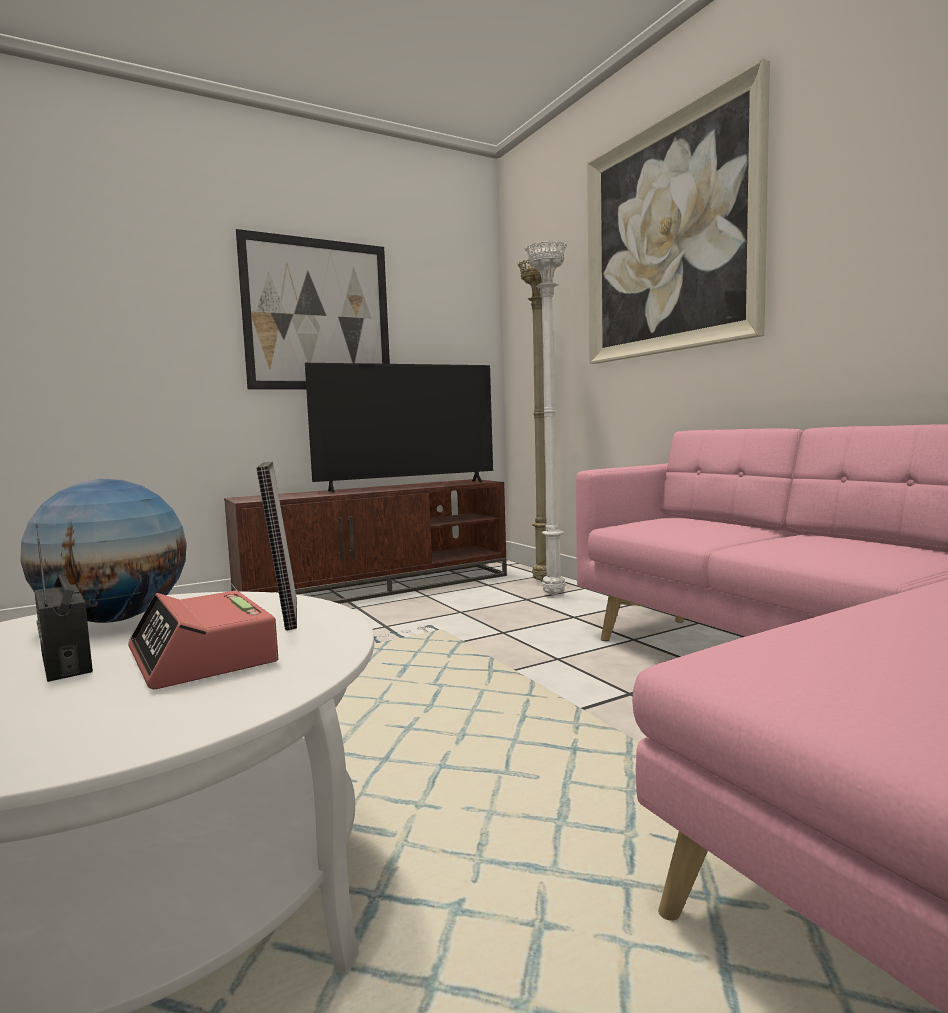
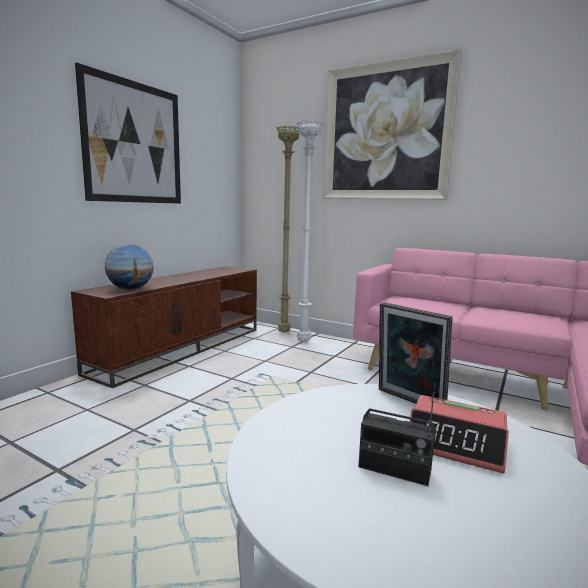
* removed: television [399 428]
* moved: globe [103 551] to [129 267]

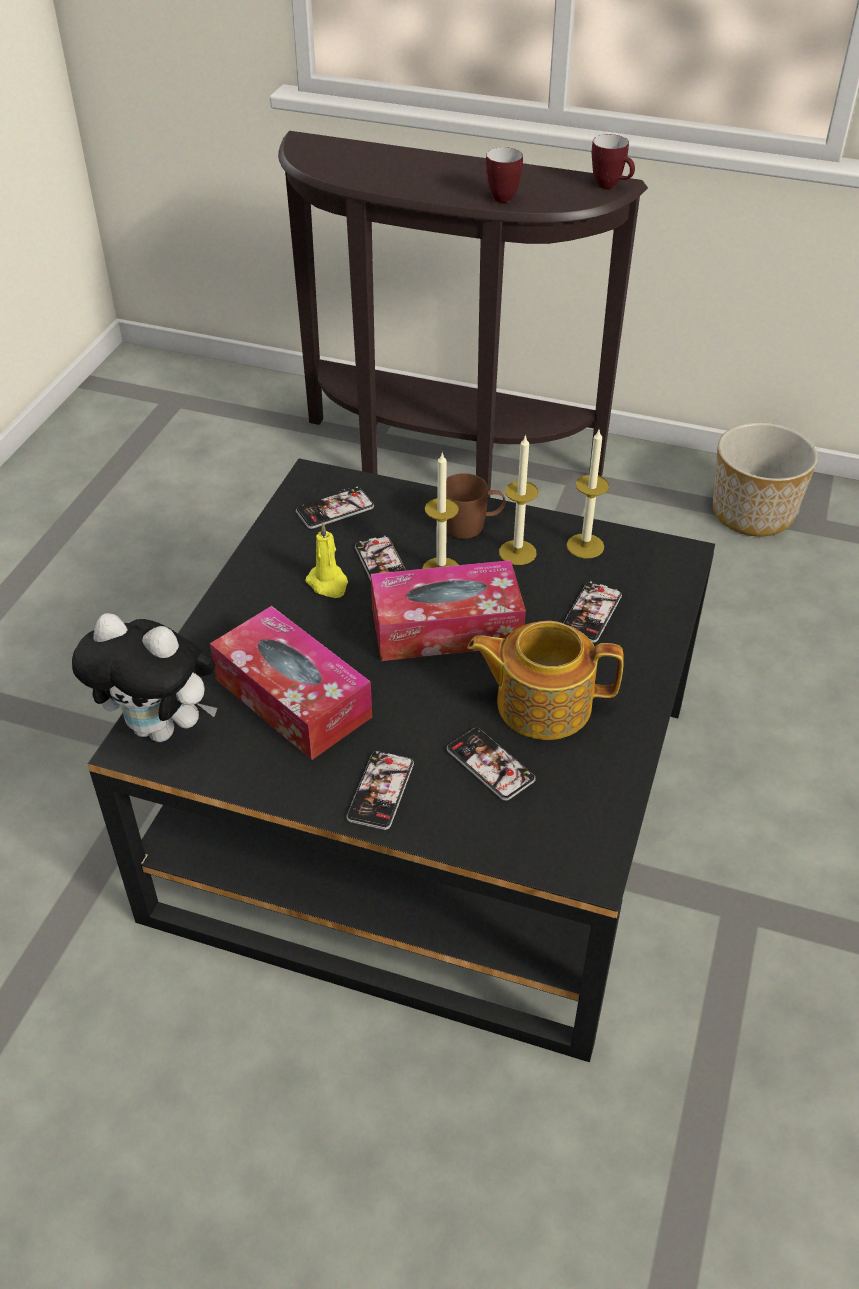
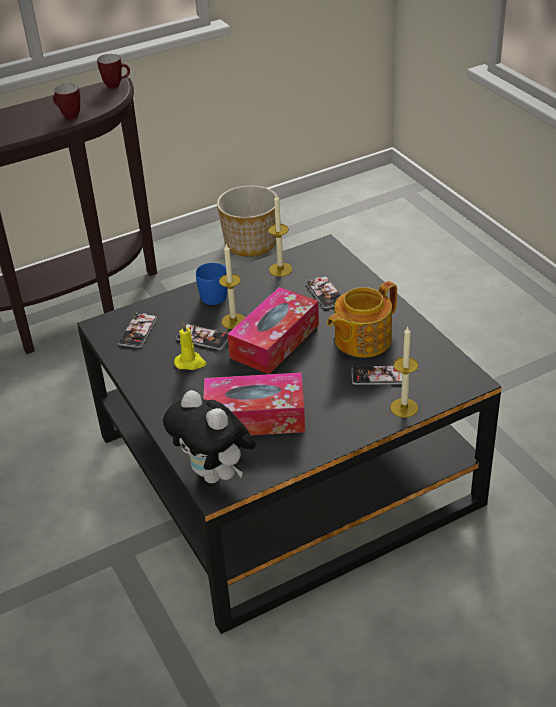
* removed: phone [380 790]
* moved: candle [519 499] to [404 372]
* recoloured: brown mug [476 506] to blue mug [211 284]
* turned: plush toy [144 677] = [209 436] 75 degrees clockwise

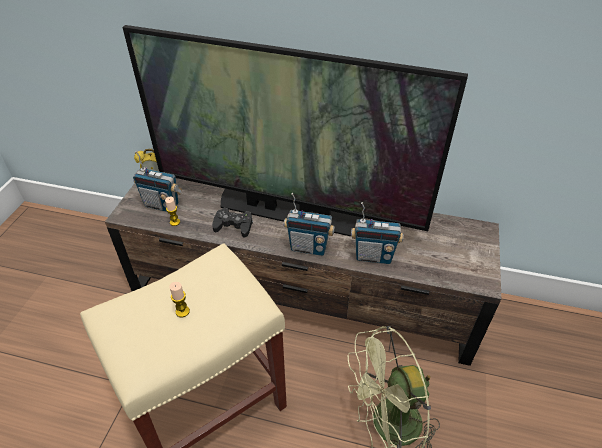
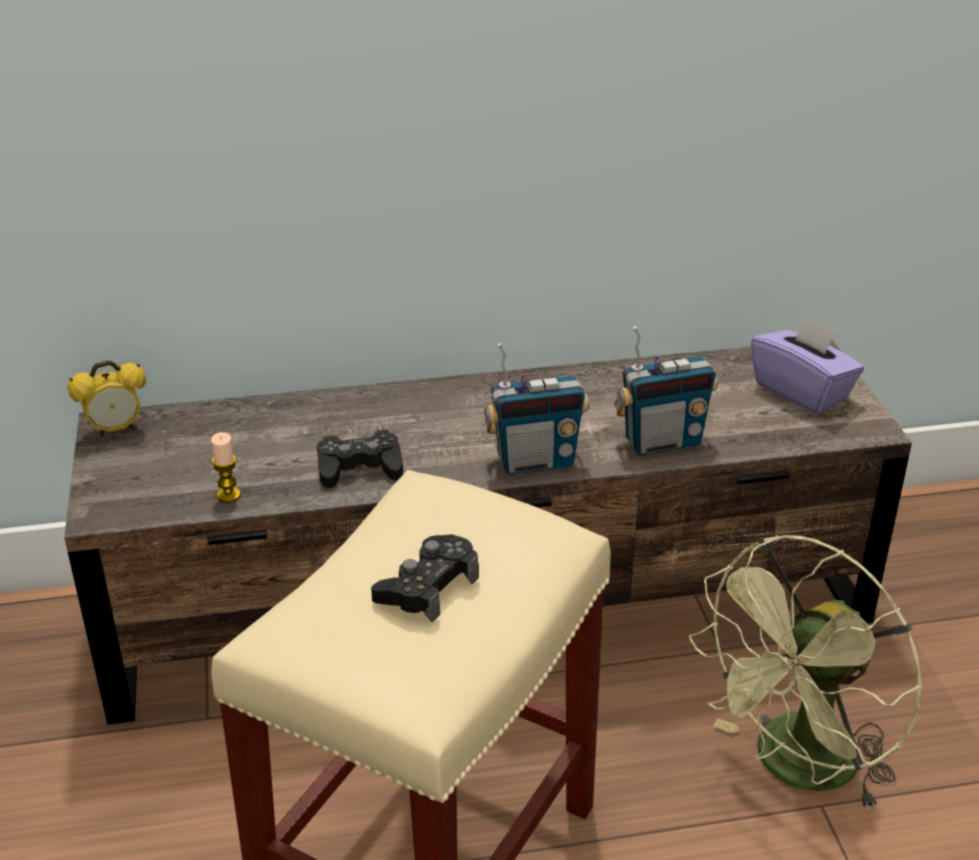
* removed: television [295 130]
* removed: radio [157 181]
* added: purple tissue box [807 364]
* replaced: candle [179 299] to black game controller [425 578]

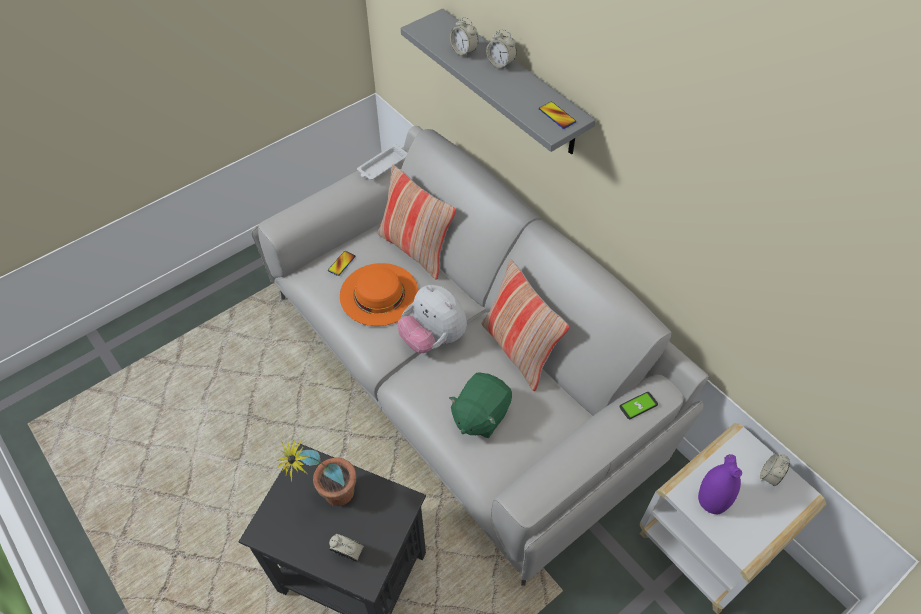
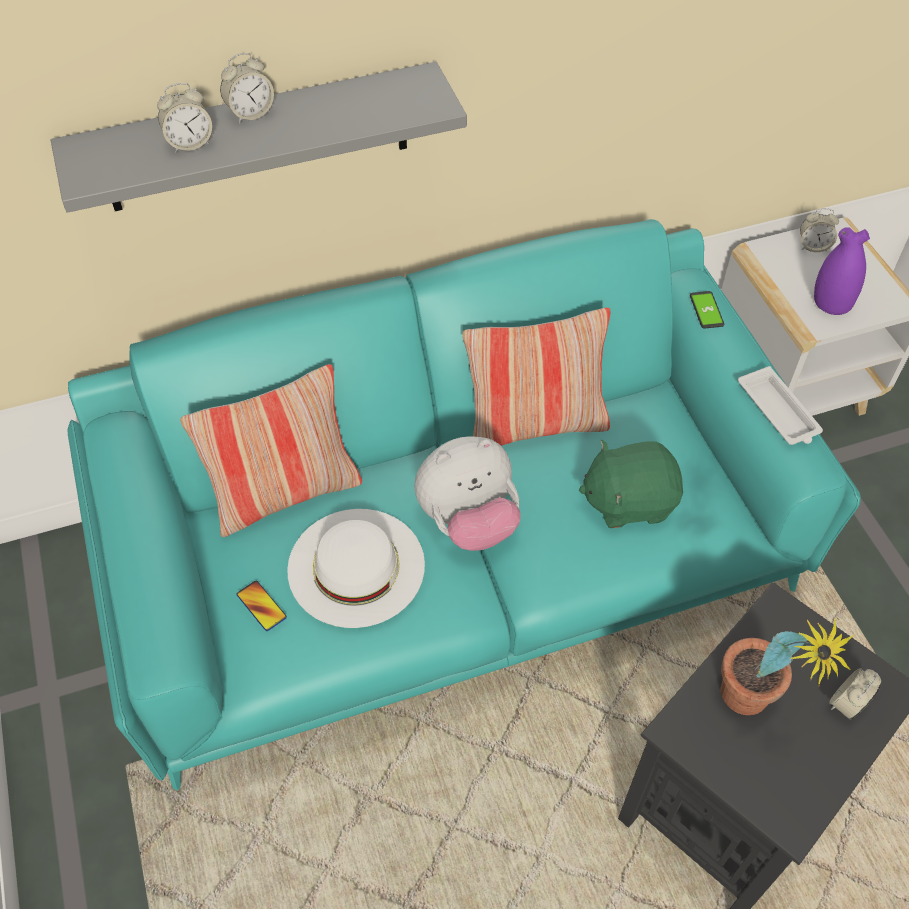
* removed: phone [557 115]
* moved: white tray [382 162] to [780 405]
* recoloured: grey sofa [480 356] to turquoise sofa [464 505]
* recoloured: orange hat [379 294] to white hat [356 568]
* turned: green plush toy [480 405] = [631 484] 120 degrees clockwise
* turned: alarm clock [775 470] = [819 230] 45 degrees counterclockwise

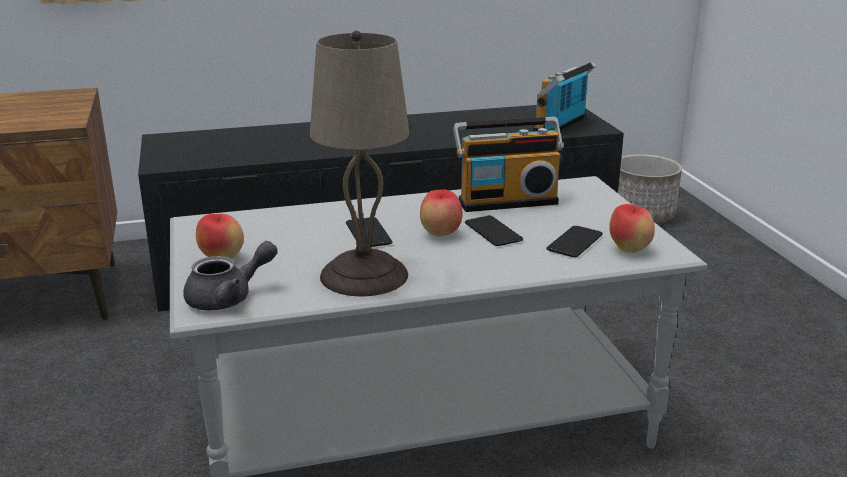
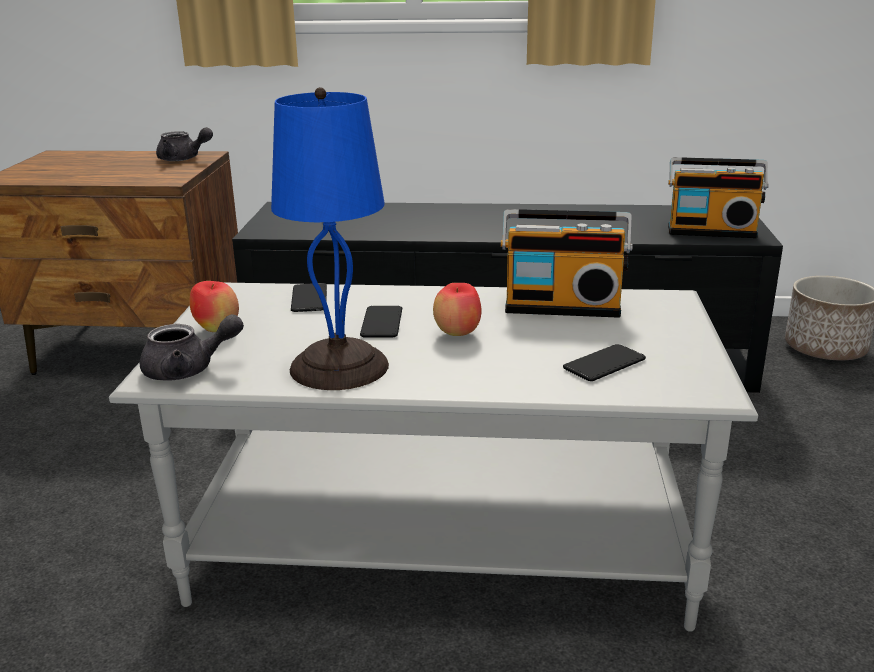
* removed: apple [632 228]
* added: grey teapot [184 144]
* moved: phone [494 231] to [309 297]
* recoloured: beige table lamp [359 163] to blue table lamp [330 238]
* turned: radio [565 96] = [718 197] 135 degrees counterclockwise

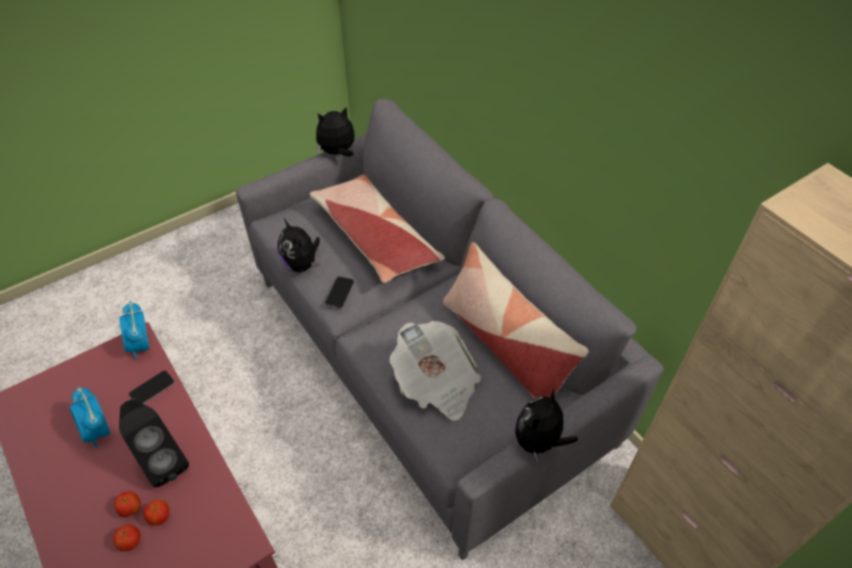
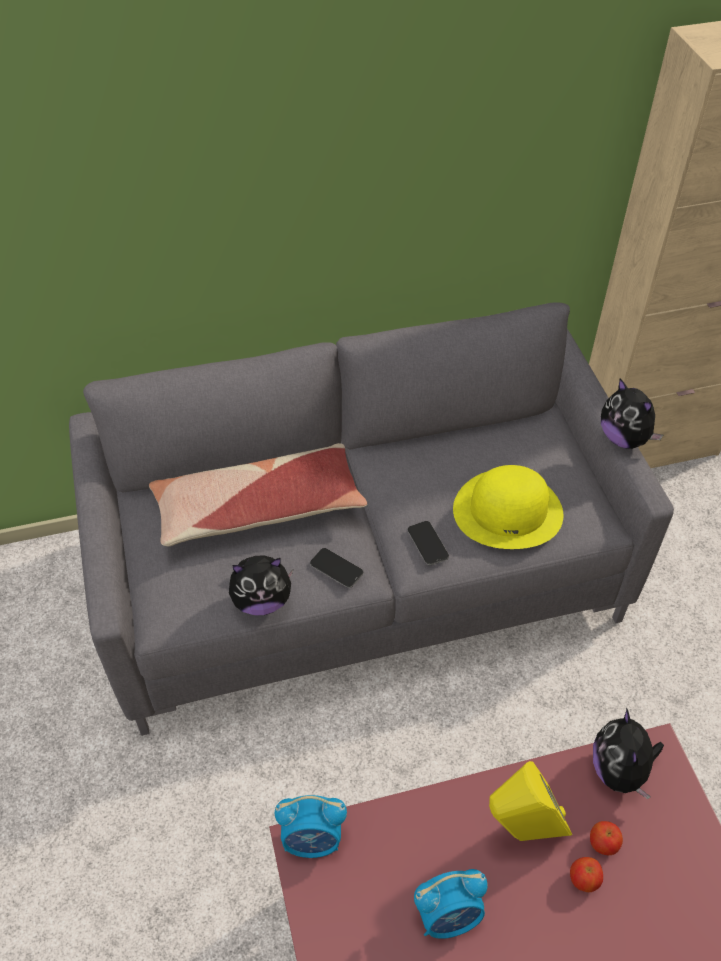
* removed: apple [126 538]
* removed: pillow [516 320]
* moved: phone [151 387] to [428 543]
* moved: plush toy [335 131] to [628 753]
* replaced: newspaper [435 371] to yellow hat [508 507]
* recoloured: black speaker [154 443] to yellow speaker [530 801]

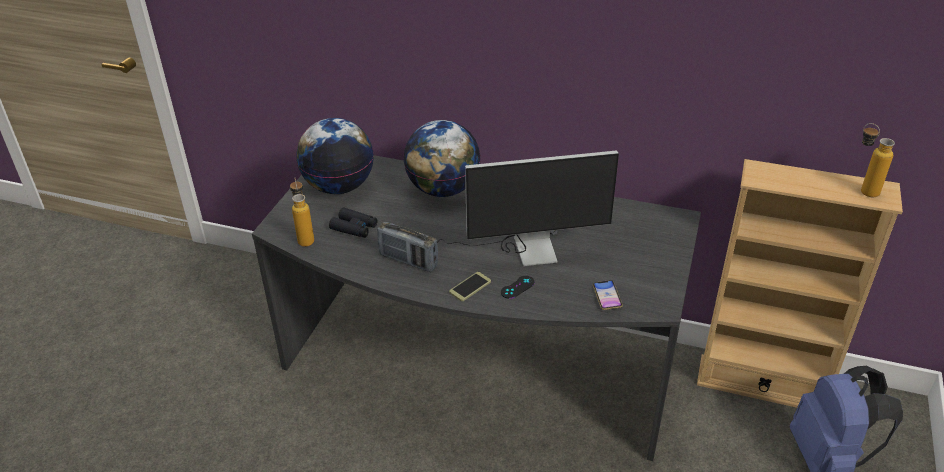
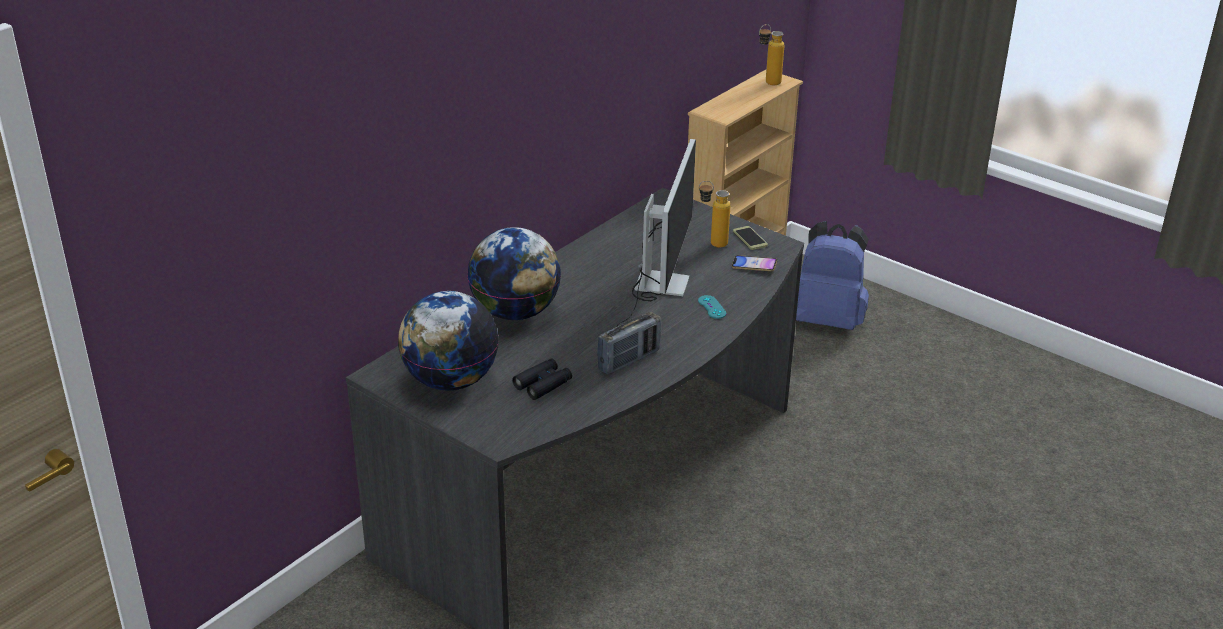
* moved: bottle [302 213] to [714 214]
* moved: phone [470 286] to [750 238]
* recoloured: black game controller [518 287] to turquoise game controller [712 307]

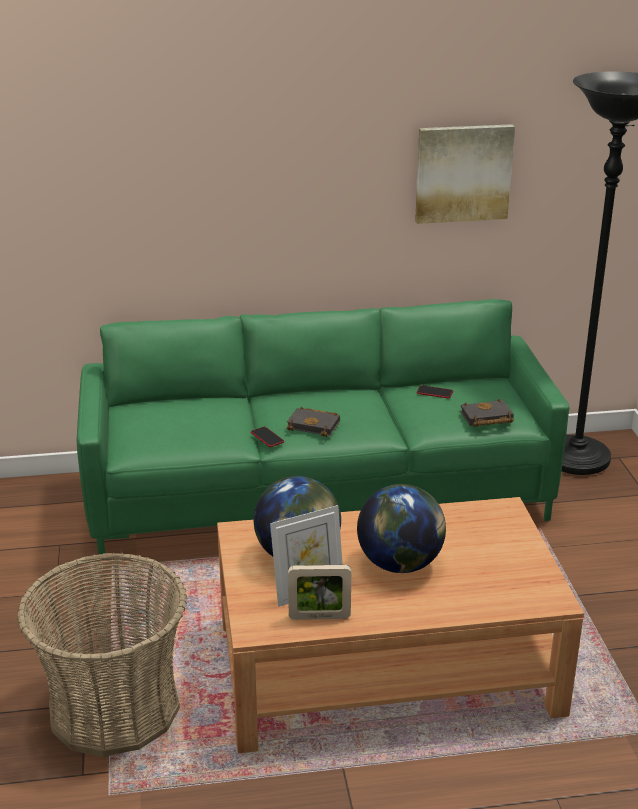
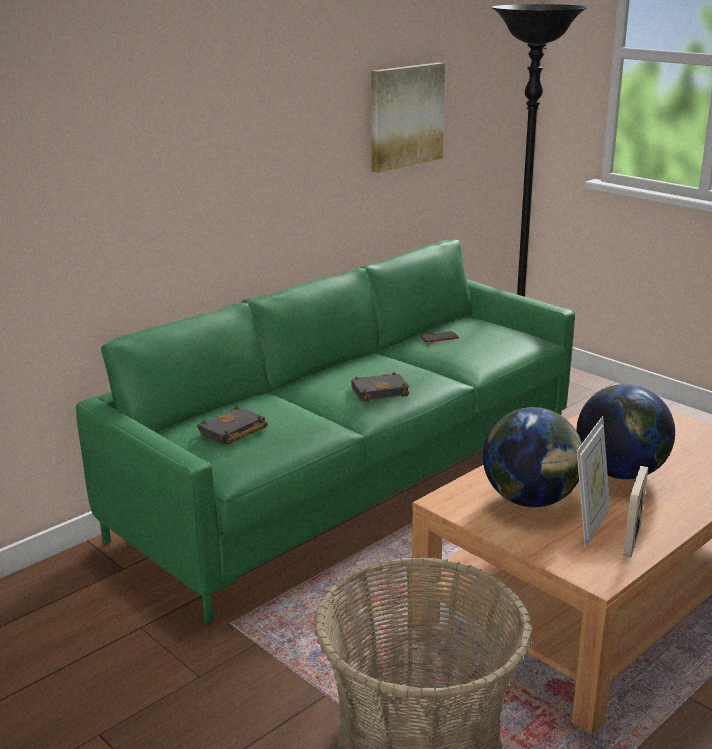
* removed: phone [267 437]
* moved: black book [487 413] to [232 425]
* turned: picture frame [319 592] = [635 512] 150 degrees clockwise

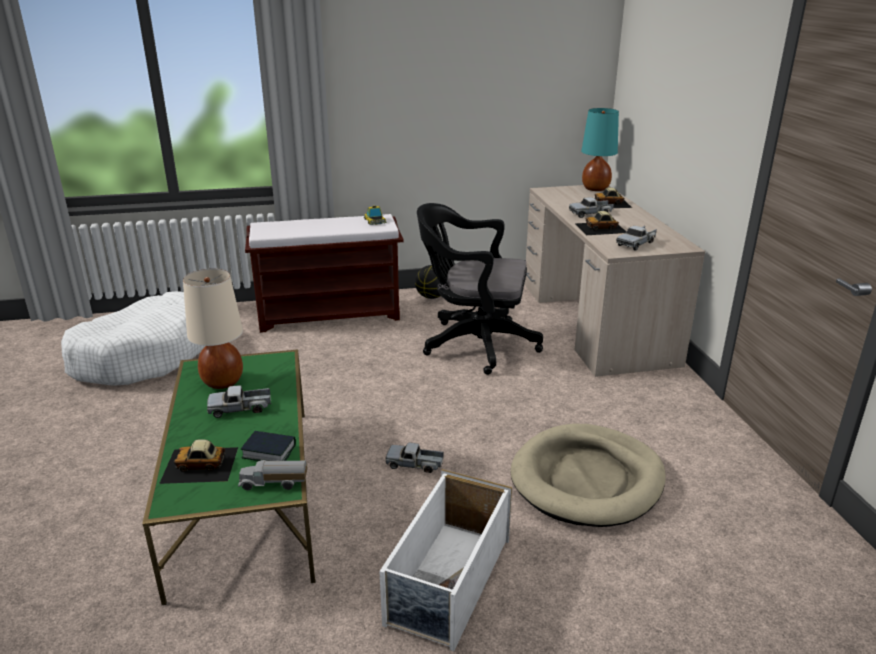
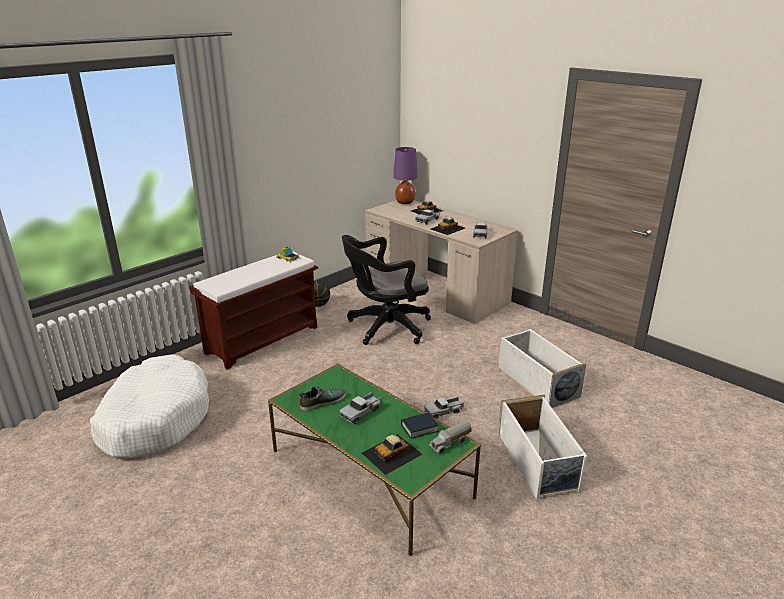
* replaced: beige table lamp [213 329] to shoe [322 398]
* replaced: beige dog bed [588 475] to white storage box [542 368]
* recoloured: turquoise table lamp [600 149] to purple table lamp [405 175]

